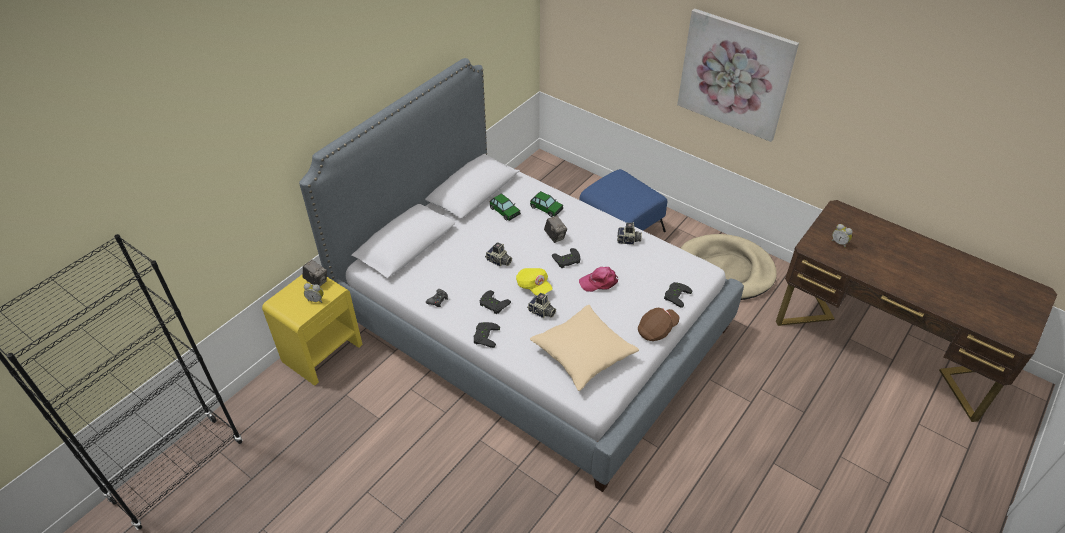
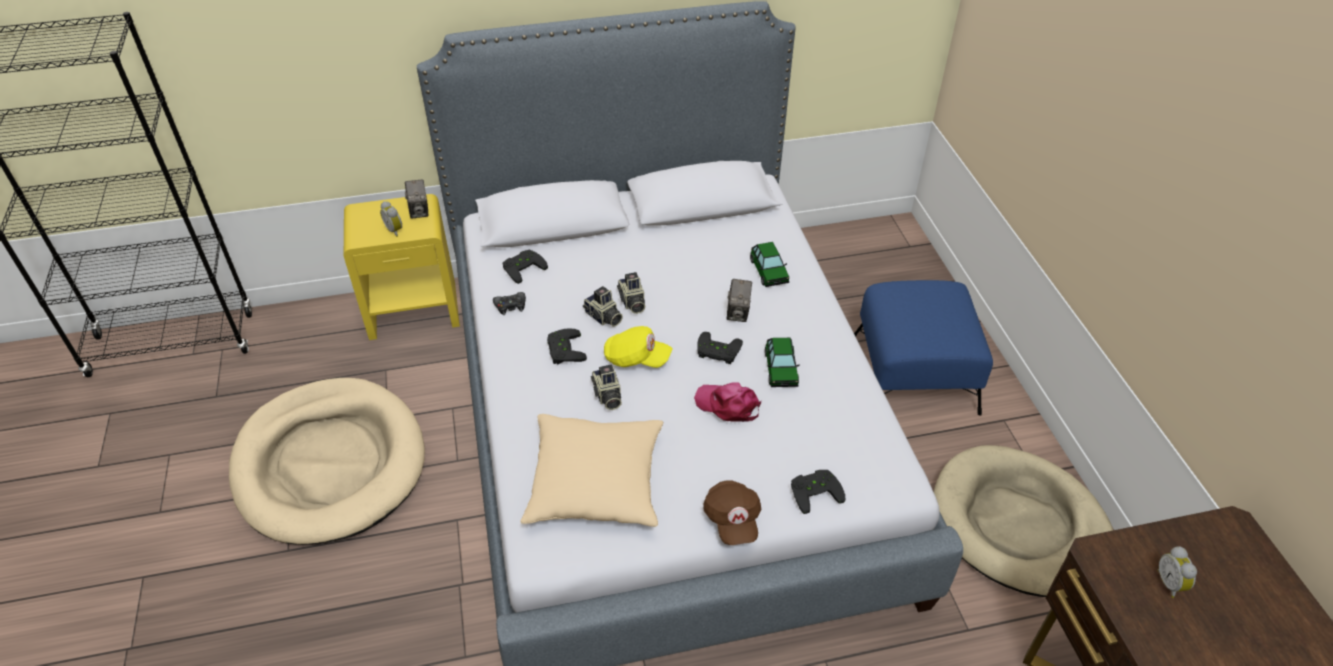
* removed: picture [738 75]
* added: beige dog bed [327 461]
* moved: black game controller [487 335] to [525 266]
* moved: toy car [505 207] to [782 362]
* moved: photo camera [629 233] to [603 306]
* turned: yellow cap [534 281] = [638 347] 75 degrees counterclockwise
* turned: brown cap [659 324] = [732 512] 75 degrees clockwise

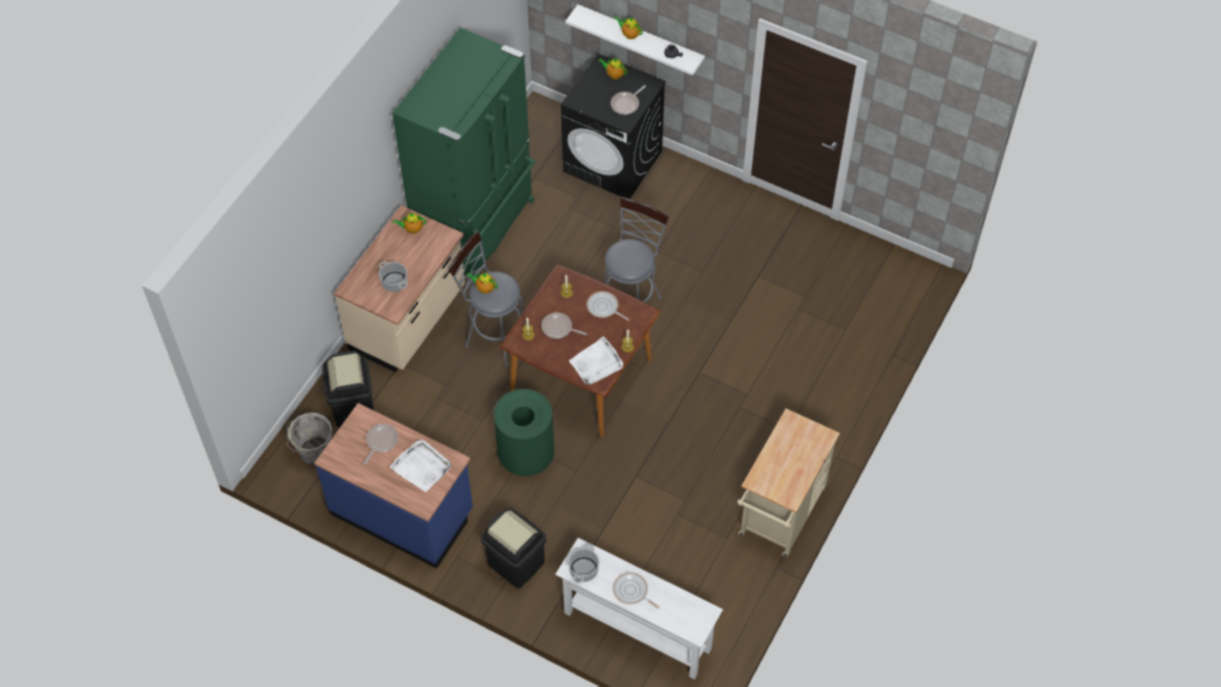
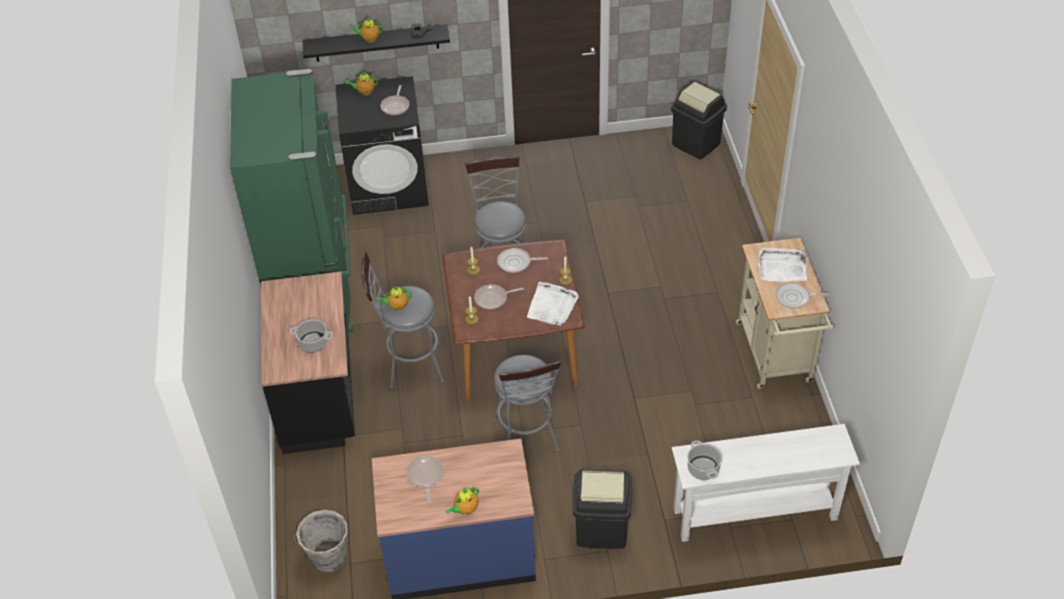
* moved: black trash can [348 389] to [699 120]
* moved: white tray [420 466] to [782 264]
* moved: teapot [409 223] to [462 501]
* moved: frying pan [636 590] to [802 295]
* replaced: green trash can [524 432] to grey stool [527 403]
* recoloured: beige counter [399 288] to black counter [308 363]
* recoloured: white shelf [635 39] to black shelf [376 43]

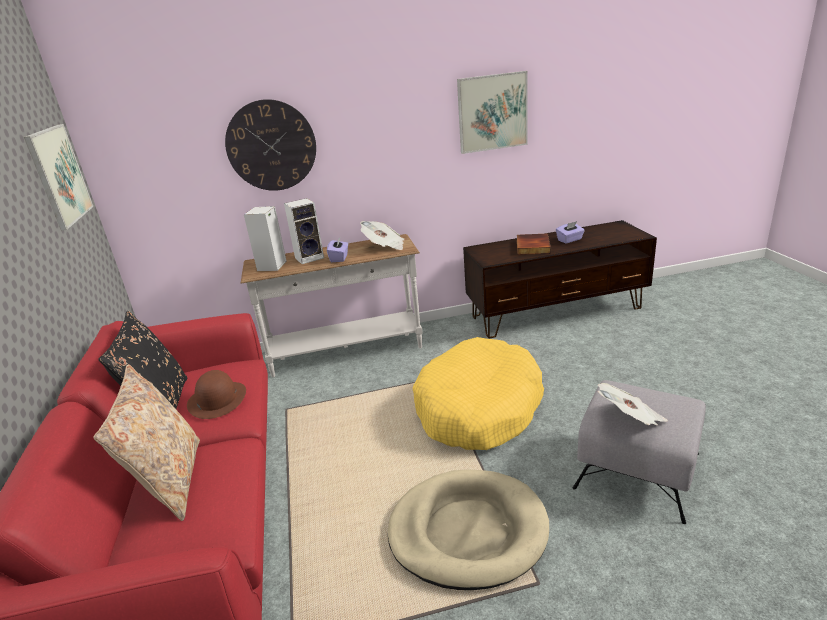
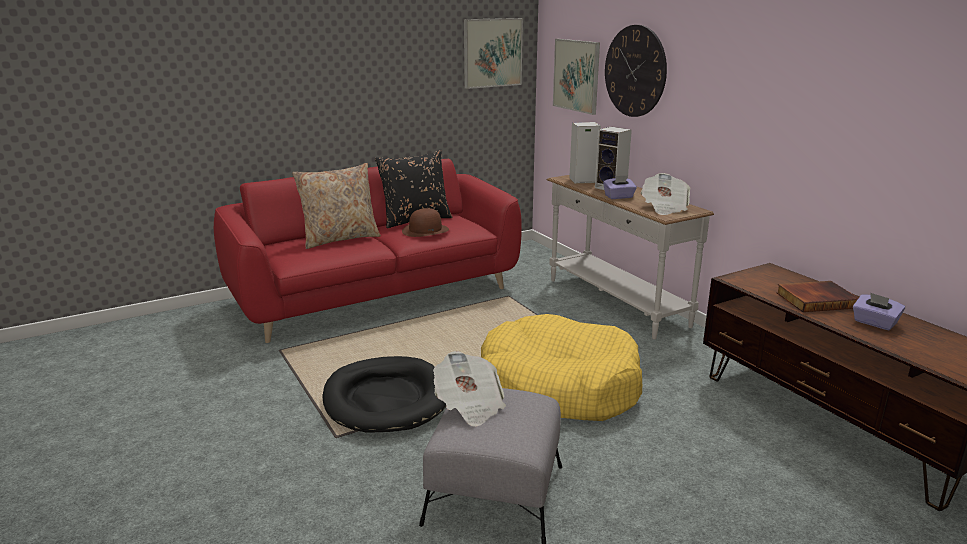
* moved: picture [492 112] to [576 77]
* recoloured: beige dog bed [468 529] to black dog bed [384 394]

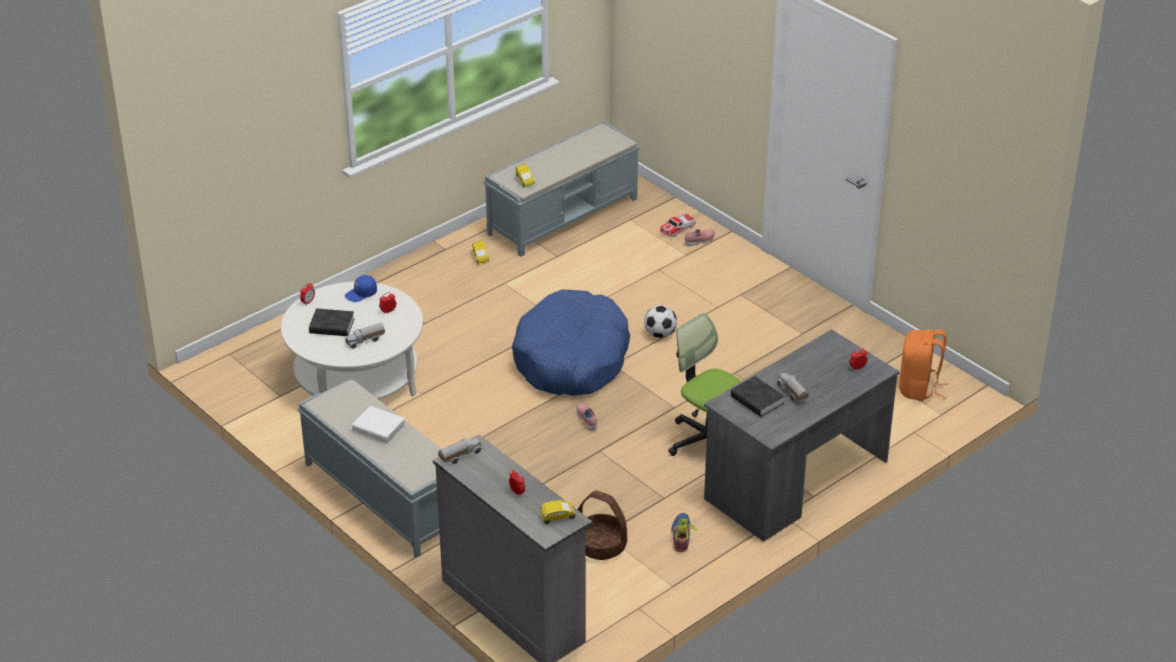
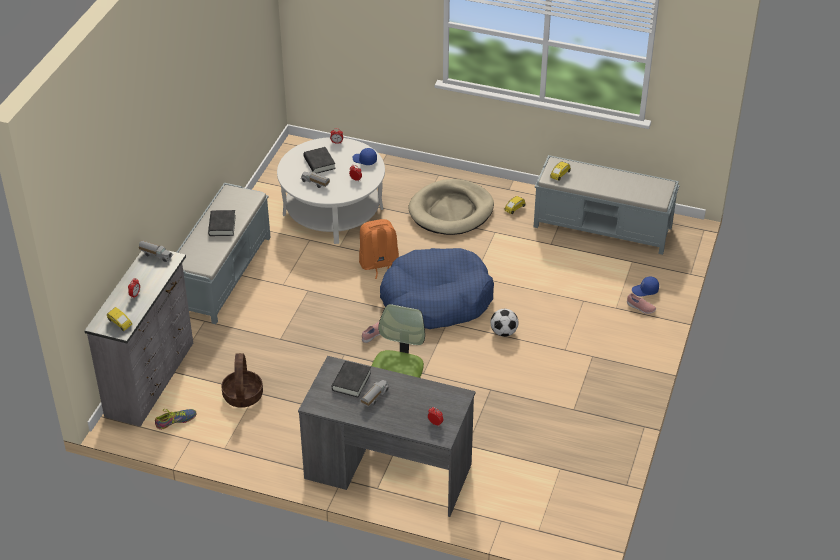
* added: beige dog bed [451 207]
* moved: shoe [684 532] to [176 419]
* moved: orange backpack [924 365] to [379 249]
* replaced: toy car [678 225] to blue cap [645 286]
* recoloured: white book [379 425] to black book [222 223]

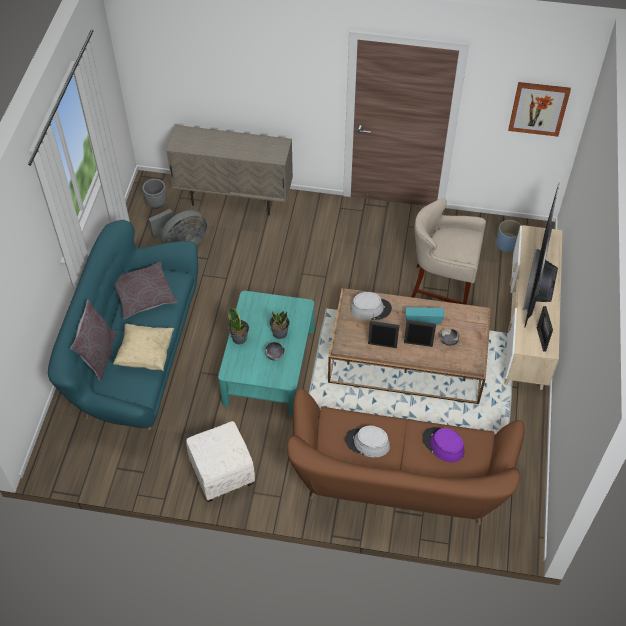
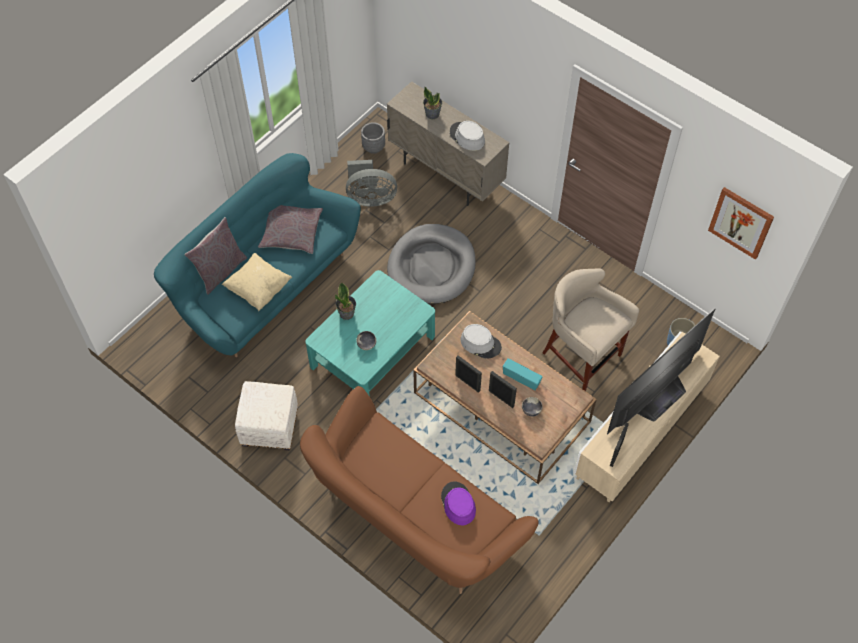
* added: grey dog bed [431 264]
* moved: potted plant [279 325] to [432 103]
* moved: grey hat [367 441] to [467 136]

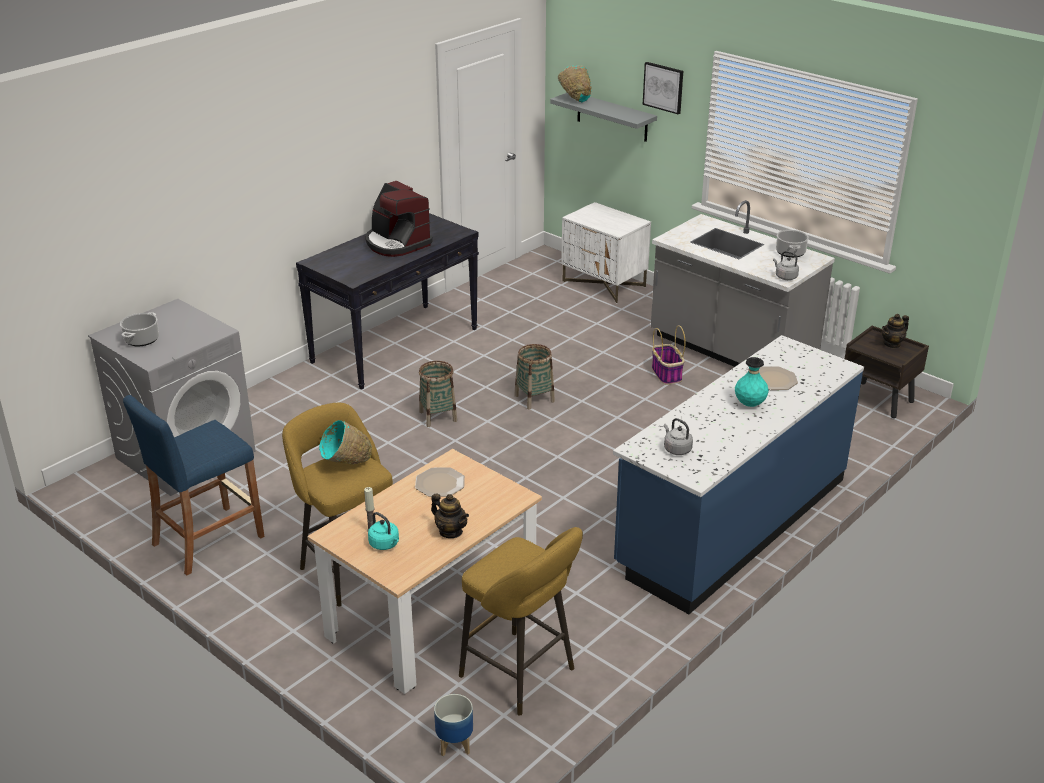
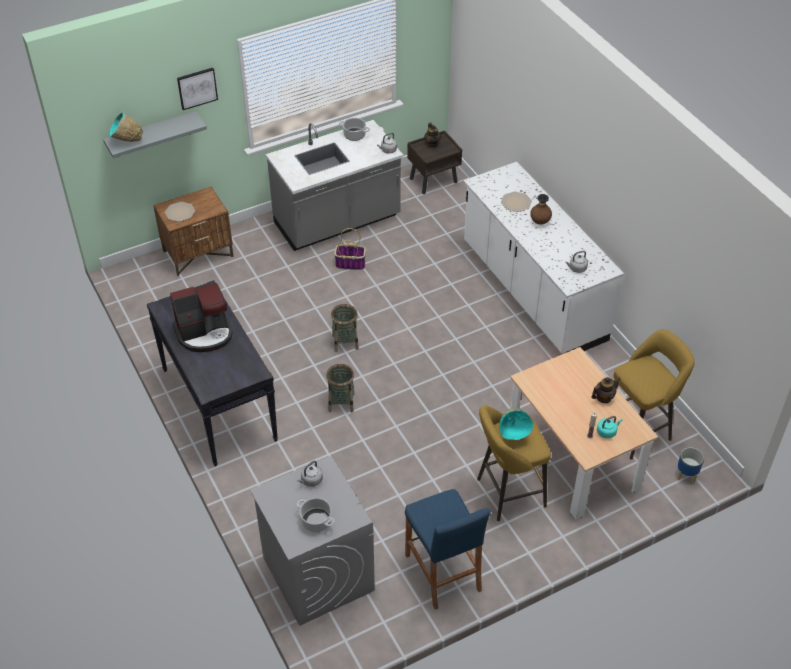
* added: grey kettle [310 474]
* moved: plate [440 482] to [180 212]
* recoloured: white nightstand [606 252] to brown nightstand [193 231]
* recoloured: blue counter [738 474] to white counter [544 257]
* recoloured: turquoise vase [752 382] to brown vase [541 209]

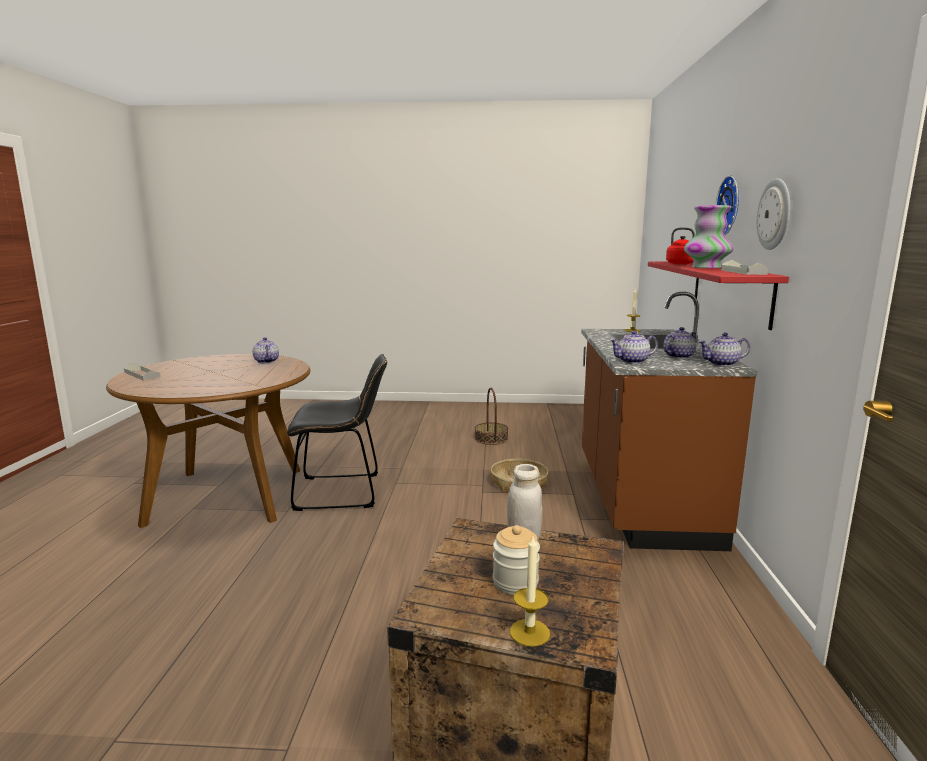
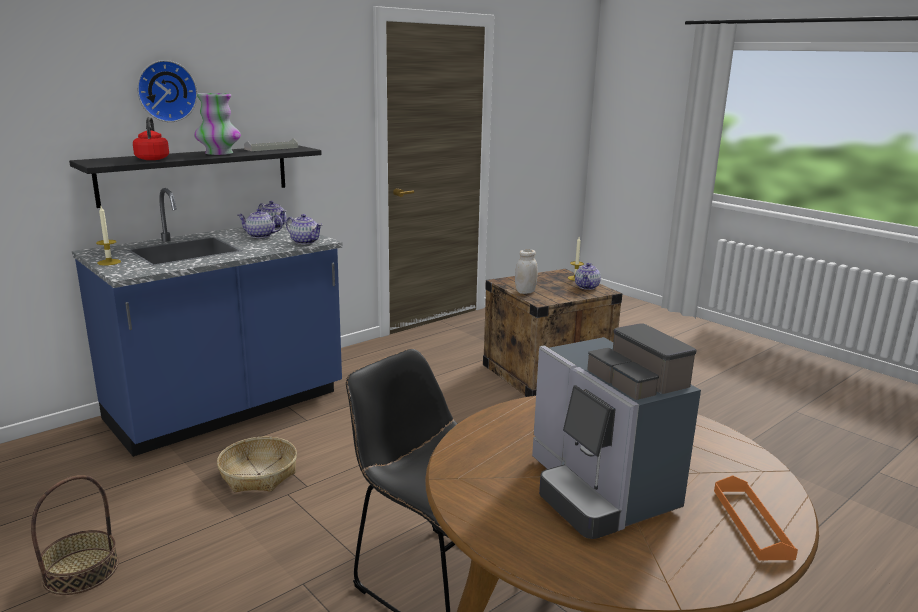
* removed: jar [516 560]
* removed: wall clock [773 214]
* added: coffee machine [616 431]
* moved: teapot [266 350] to [588 276]
* recoloured: grey tray [142 372] to orange tray [756 517]
* recoloured: brown counter [669 421] to blue counter [207 322]
* recoloured: red shelf [718 296] to black shelf [195 176]

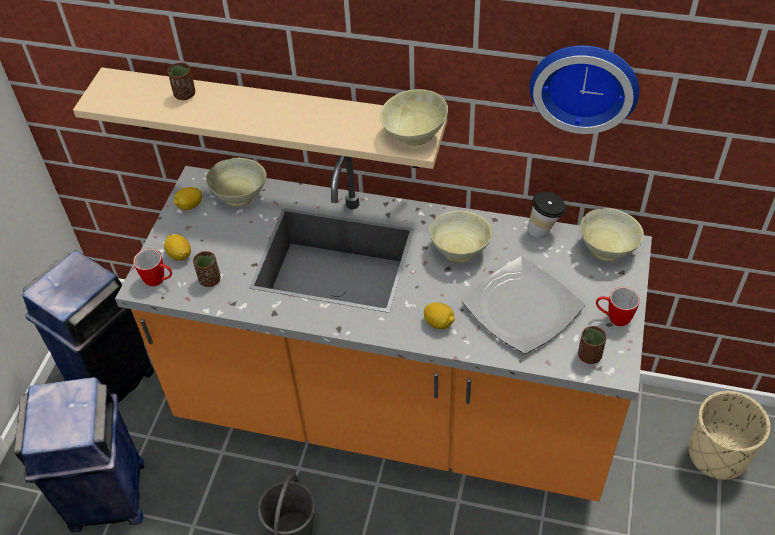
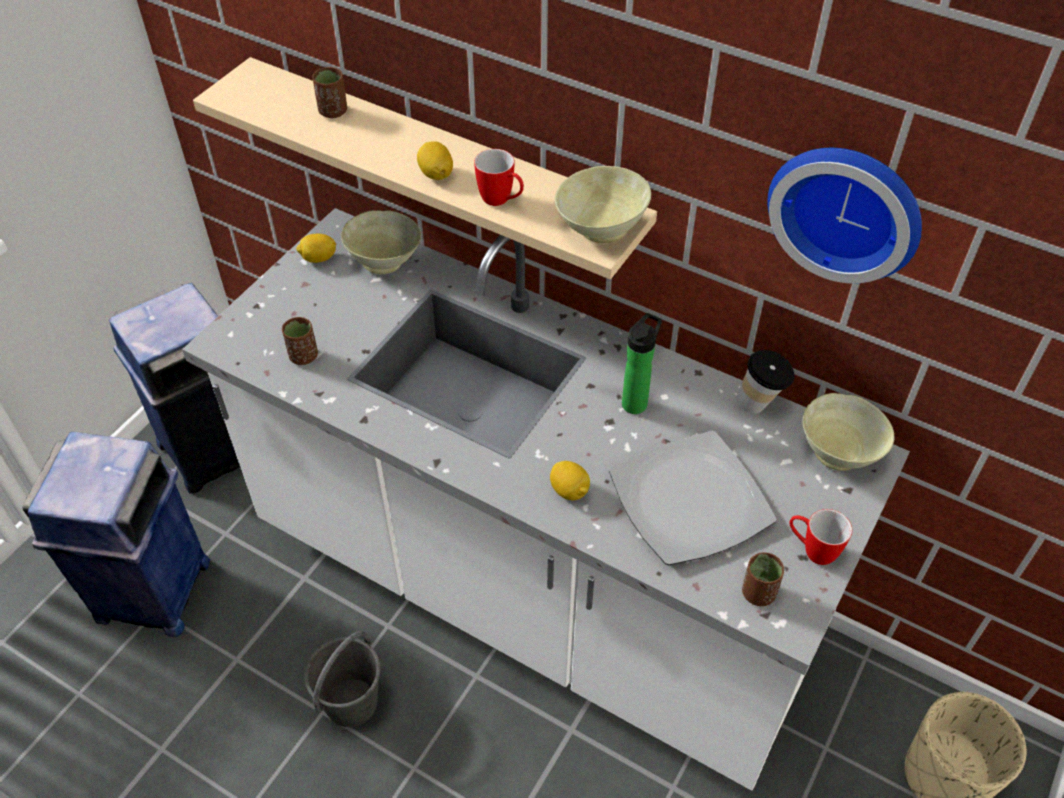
* moved: mug [152 267] to [499 177]
* moved: lemon [177 247] to [435 160]
* replaced: beige bowl [460 237] to bottle [642 363]
* recoloured: orange counter [383 328] to white counter [546 499]

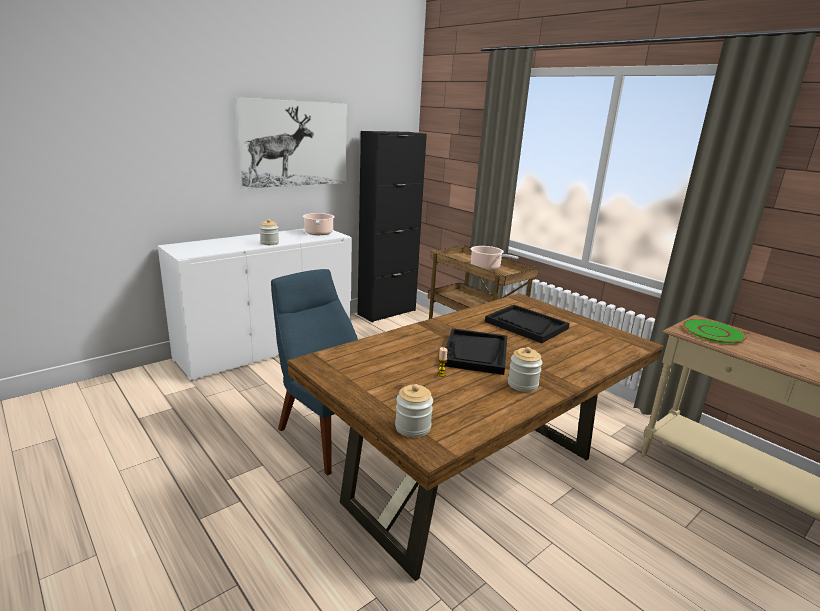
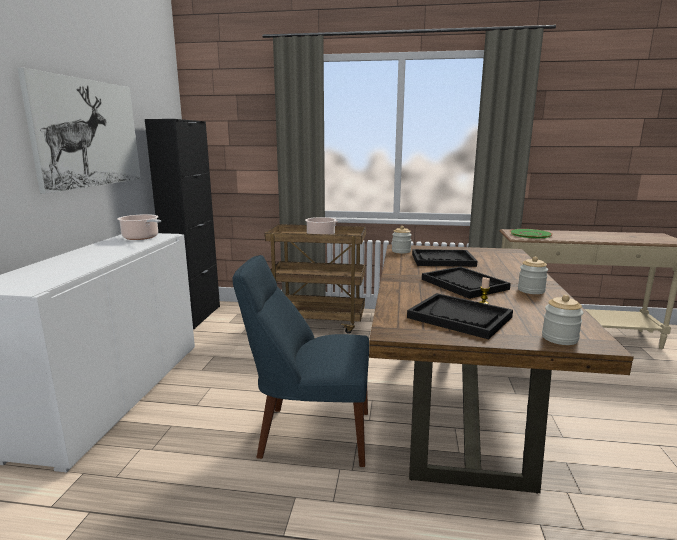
* added: black tray [460 316]
* moved: jar [269 232] to [402 239]

